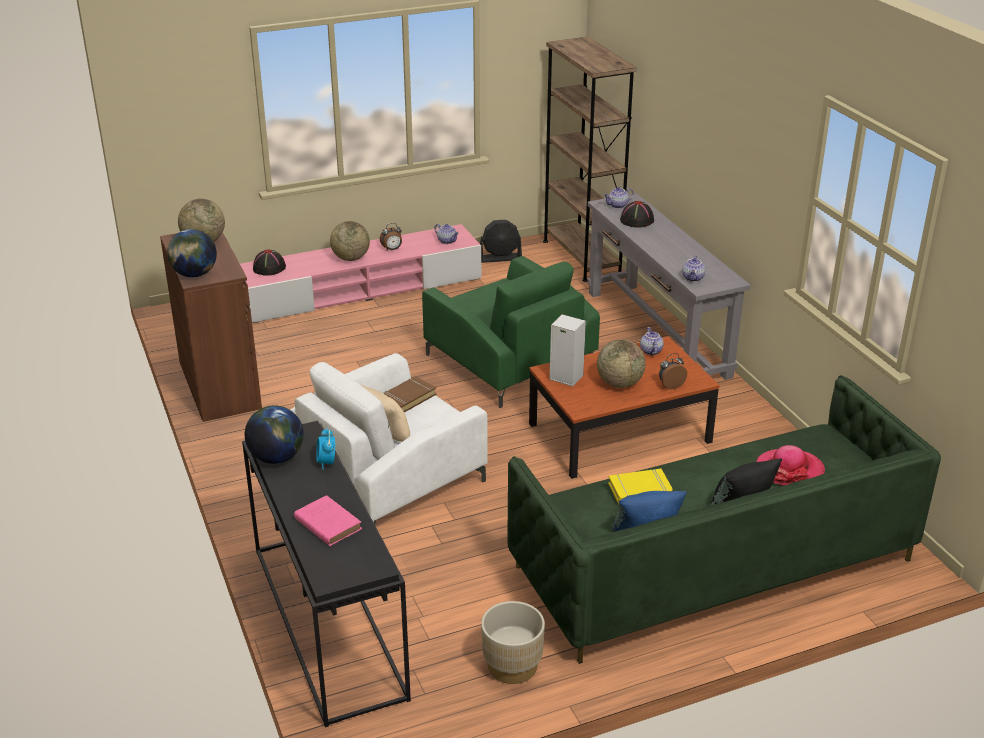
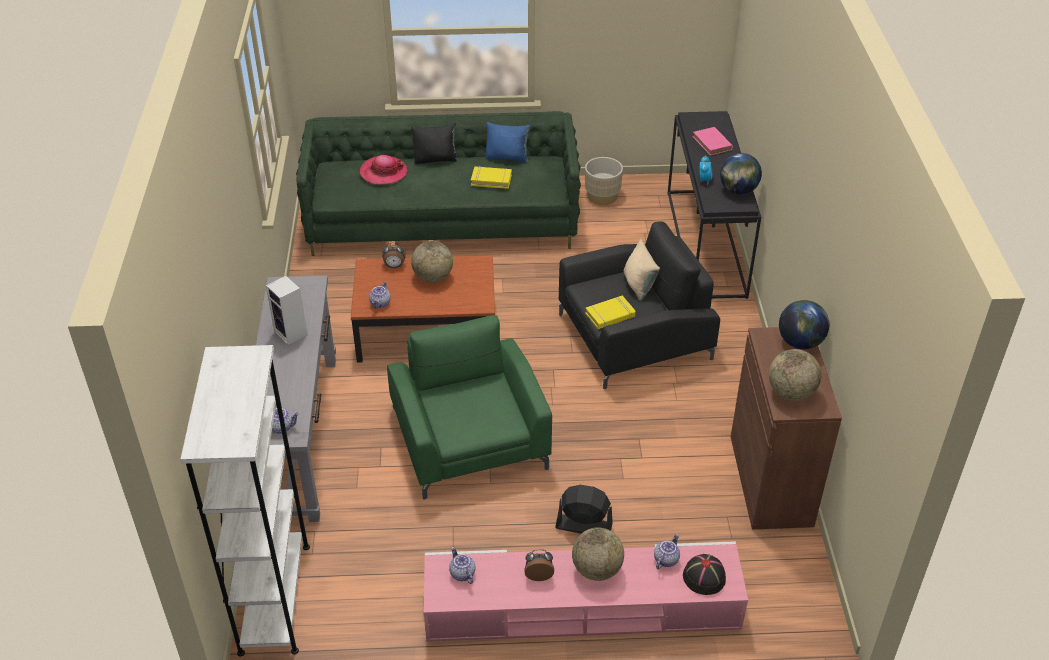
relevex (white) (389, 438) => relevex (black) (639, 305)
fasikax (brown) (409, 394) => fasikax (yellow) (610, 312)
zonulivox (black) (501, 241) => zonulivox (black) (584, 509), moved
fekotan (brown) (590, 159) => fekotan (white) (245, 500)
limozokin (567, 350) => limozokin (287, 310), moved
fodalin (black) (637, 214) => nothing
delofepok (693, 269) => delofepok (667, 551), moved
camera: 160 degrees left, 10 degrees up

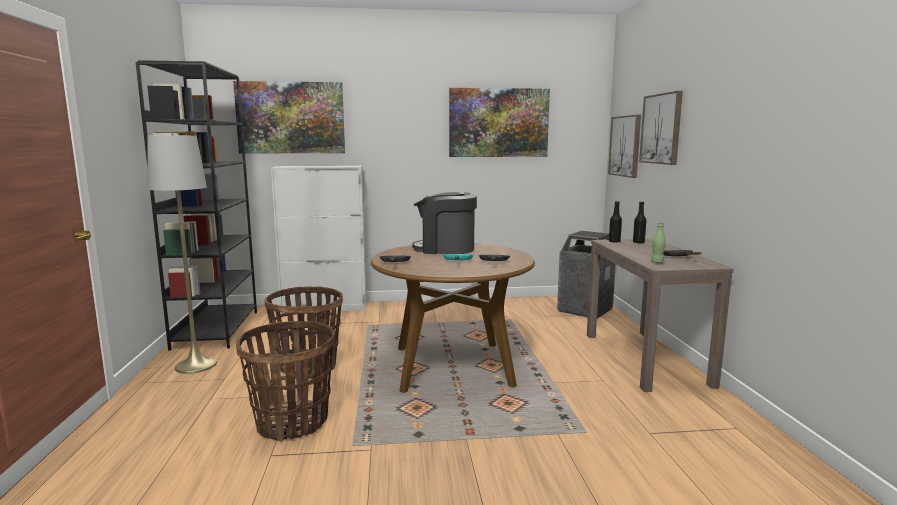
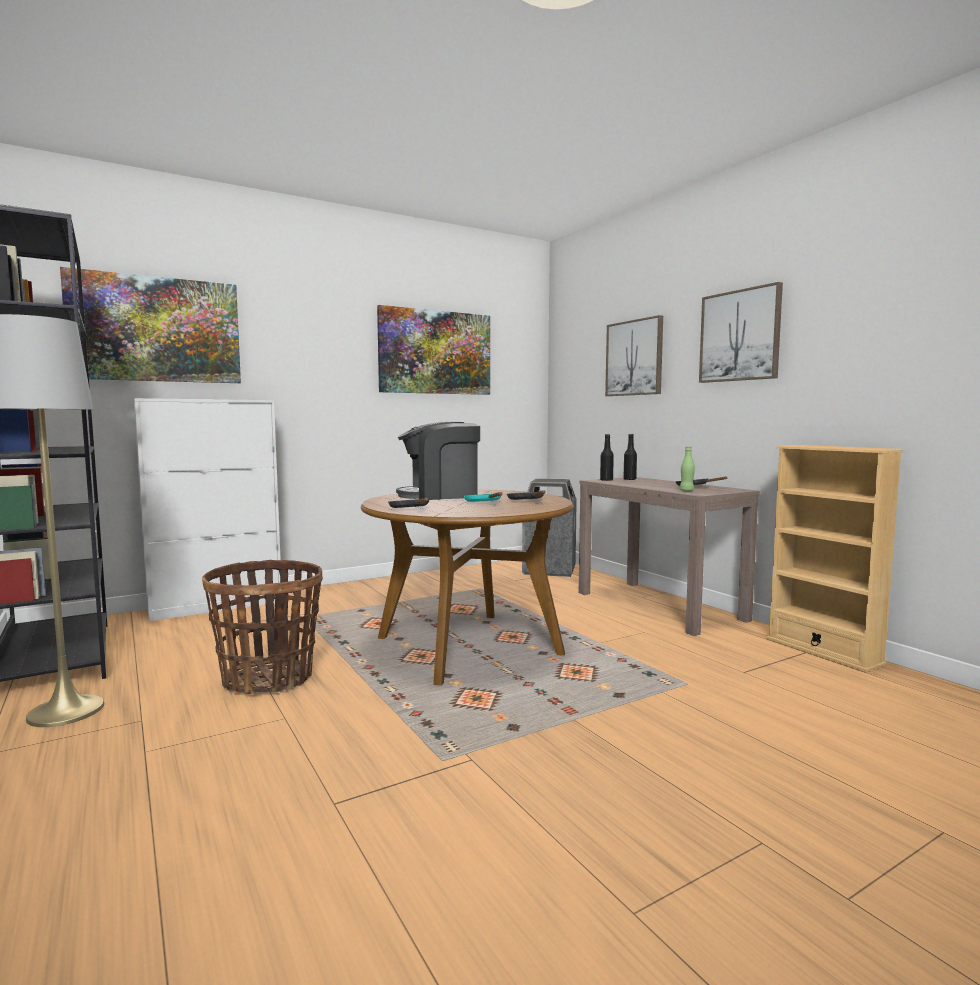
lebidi (285, 381) => nothing
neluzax (624, 146) => neluzax (741, 332), moved
nothing => fekotan (beige) (834, 559)
camera: 25 degrees left, 5 degrees down

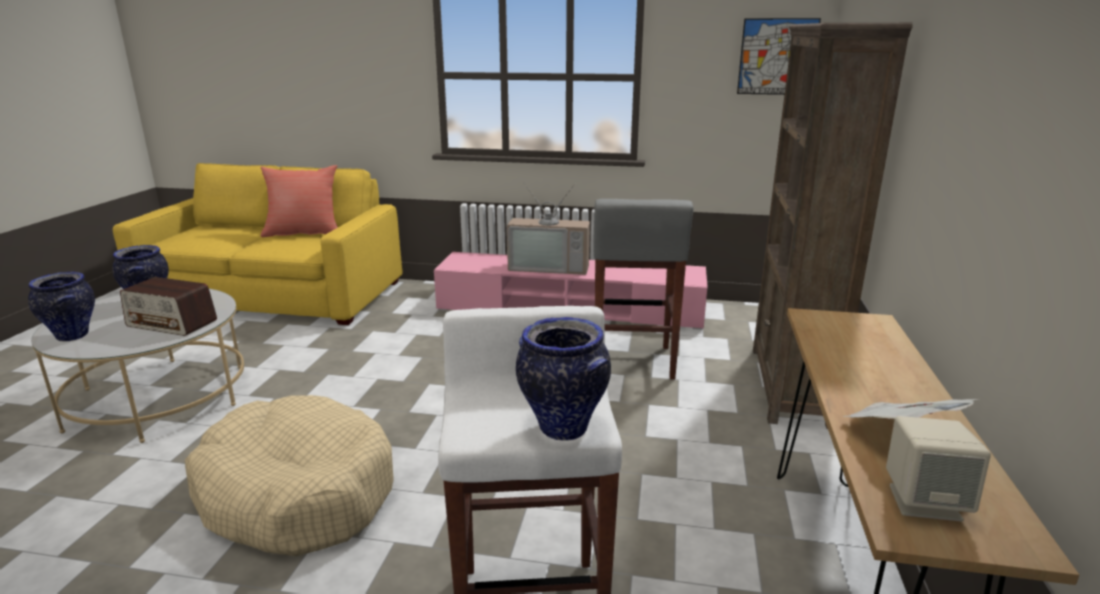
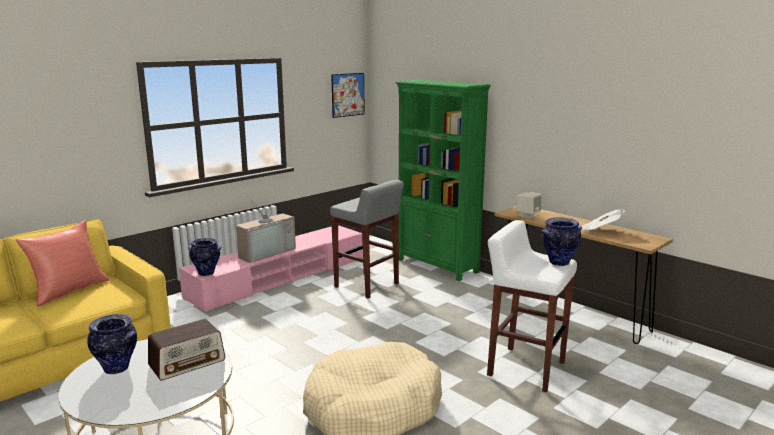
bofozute (61, 306) => bofozute (205, 257), moved
fekotan (brown) (833, 226) => fekotan (green) (443, 180)
limozokin (beige) (938, 469) => limozokin (beige) (528, 205), moved
camera: 55 degrees left, 5 degrees down

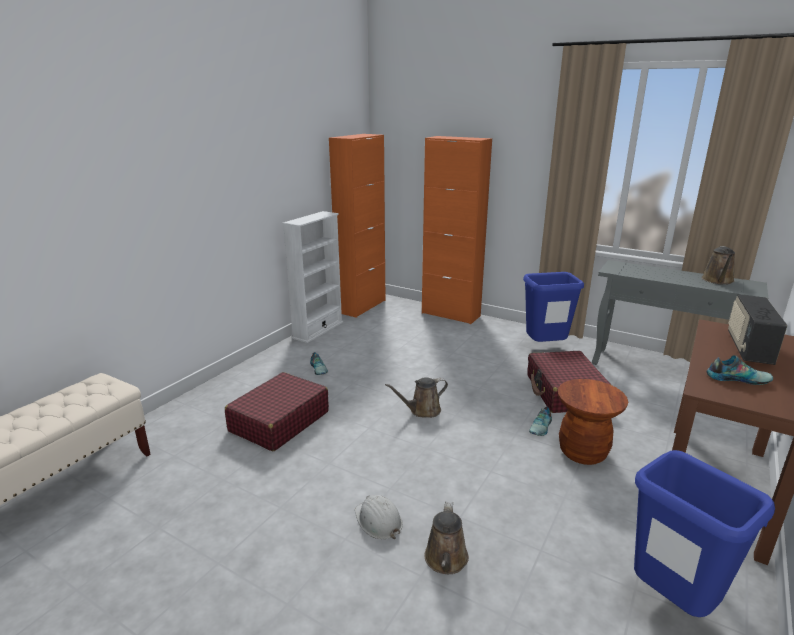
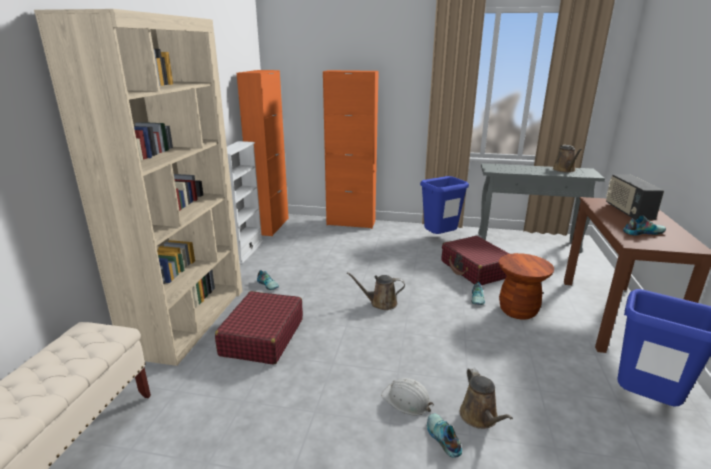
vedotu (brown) (416, 397) => vedotu (brown) (376, 291), 45 degrees clockwise
nothing => fekotan (beige) (138, 187)
nothing => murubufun (444, 436)
camera: 20 degrees left, 0 degrees up

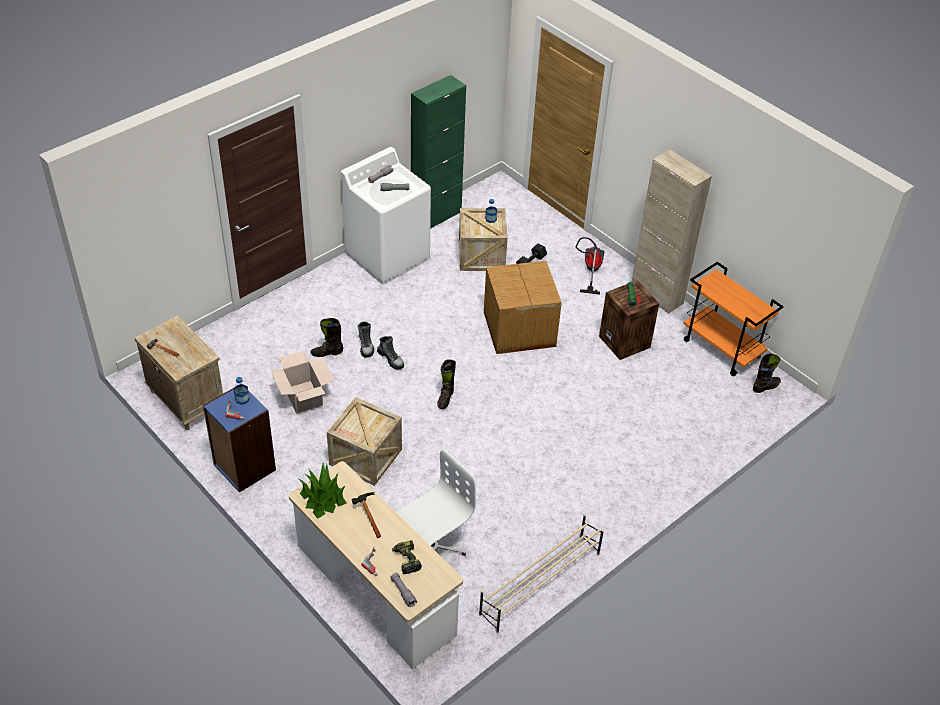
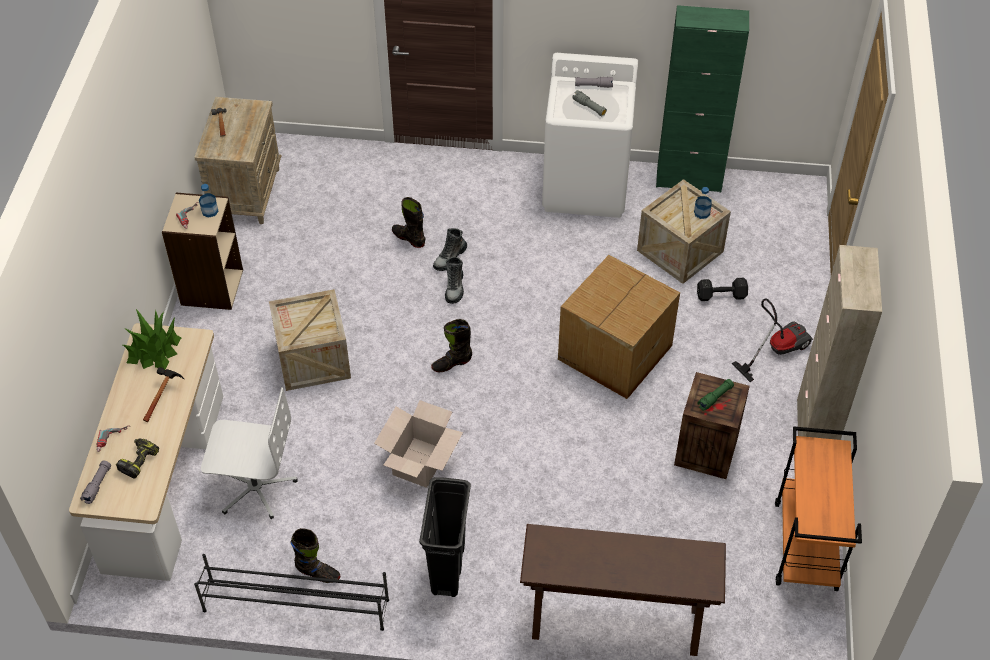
fekotan (blue) (239, 438) => fekotan (beige) (202, 251)
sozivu (302, 382) => sozivu (418, 444), moved
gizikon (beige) (541, 573) => gizikon (black) (291, 592)
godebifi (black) (767, 373) => godebifi (black) (315, 555), moved
nothing => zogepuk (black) (445, 537)
nothing => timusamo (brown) (623, 590)
camera: 50 degrees right, 5 degrees up

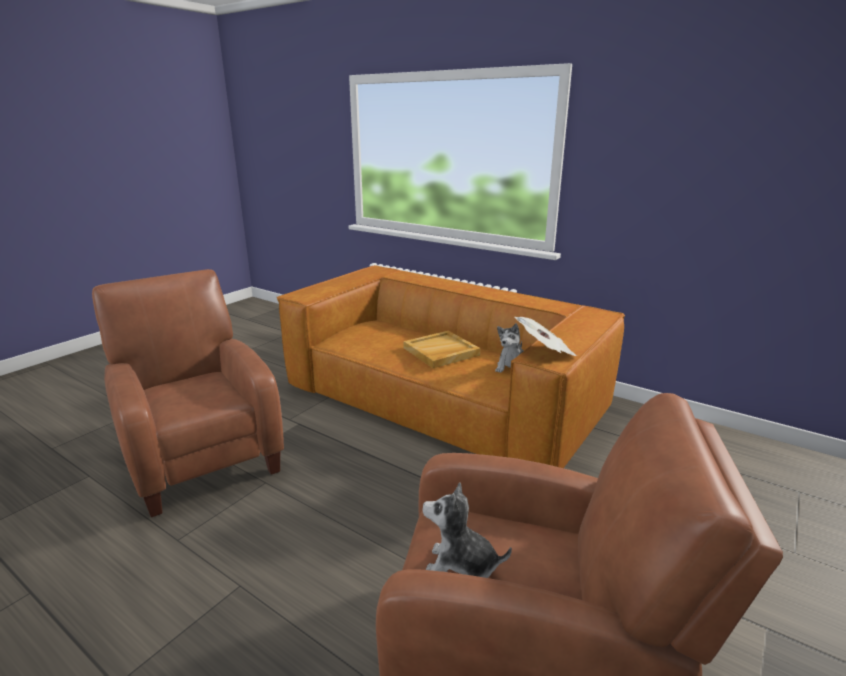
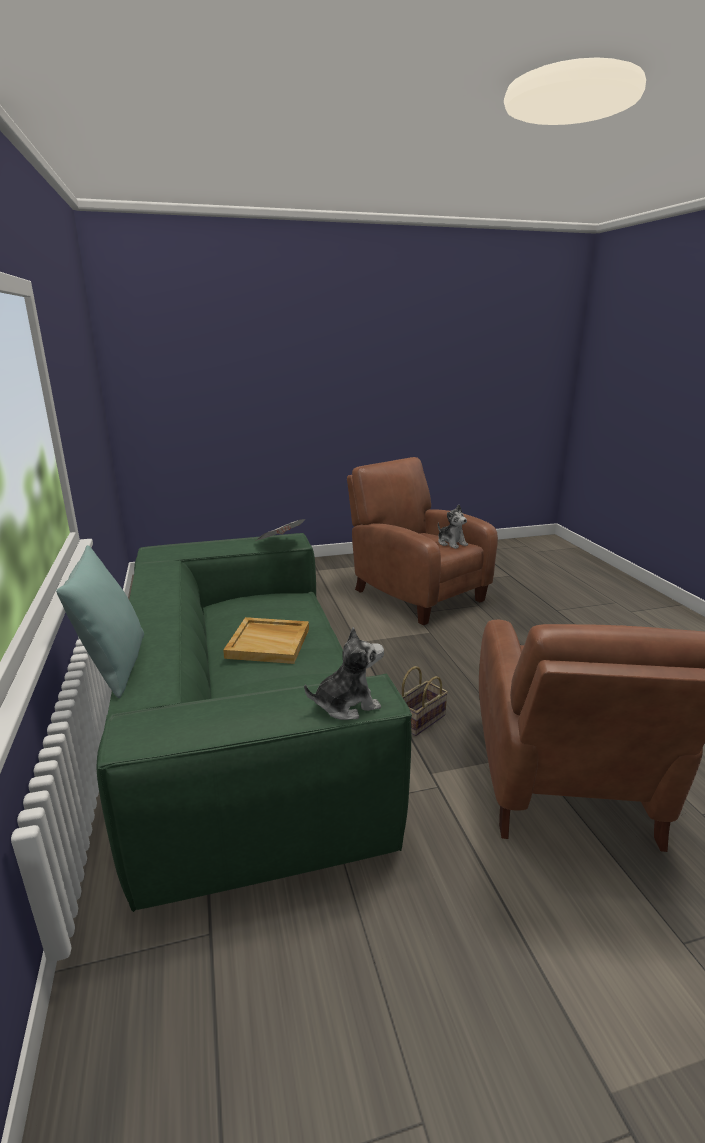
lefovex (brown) (451, 366) => lefovex (green) (254, 722)
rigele (509, 348) => rigele (344, 673), moved
nothing => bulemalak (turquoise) (100, 621)
nothing => lebidi (425, 701)
camera: 140 degrees left, 0 degrees up

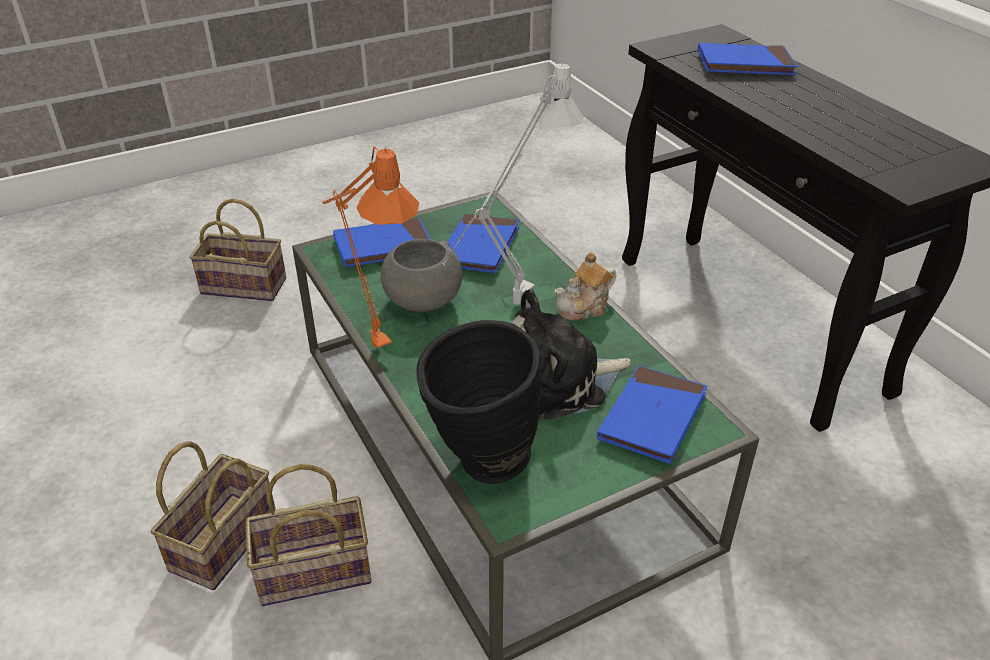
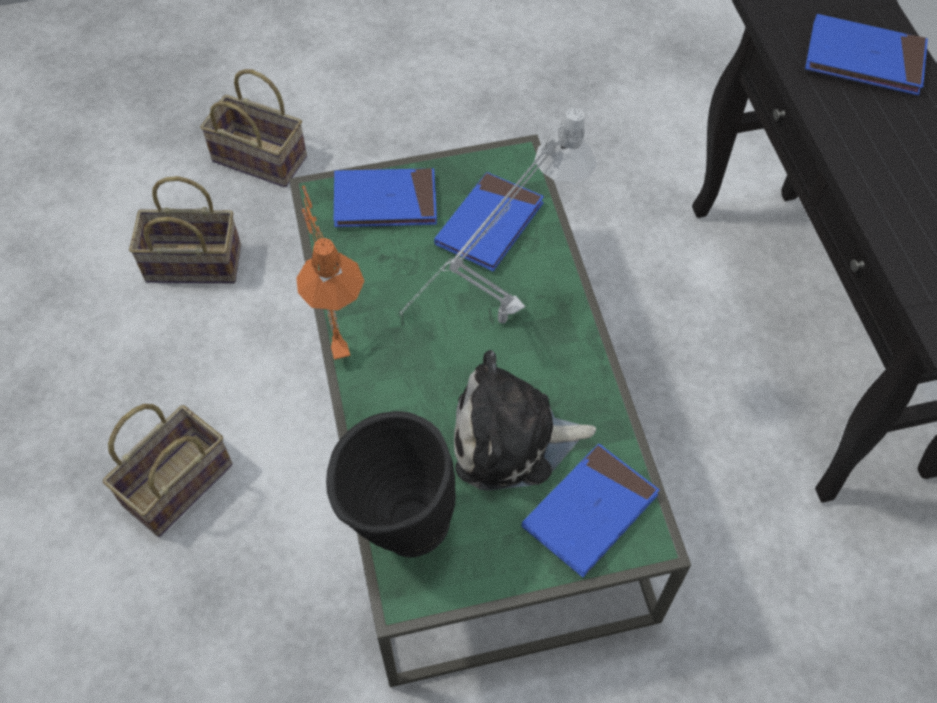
lebidi (308, 535) => lebidi (185, 229), moved
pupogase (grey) (421, 275) => nothing
delofepok (585, 286) => nothing
camera: 15 degrees right, 20 degrees up

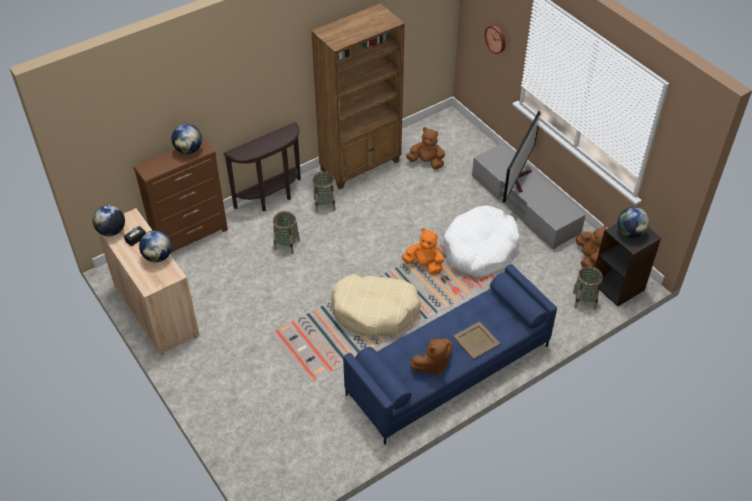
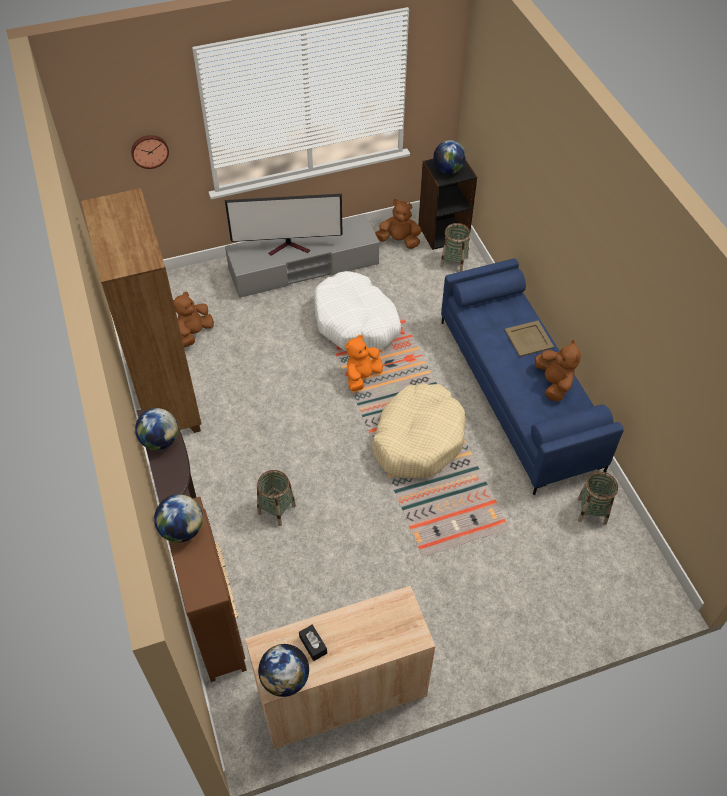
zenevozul (155, 246) => zenevozul (156, 429), moved
lebidi (324, 192) => lebidi (598, 498), moved
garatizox (522, 157) => garatizox (283, 225), 135 degrees clockwise
camera: 75 degrees left, 5 degrees up

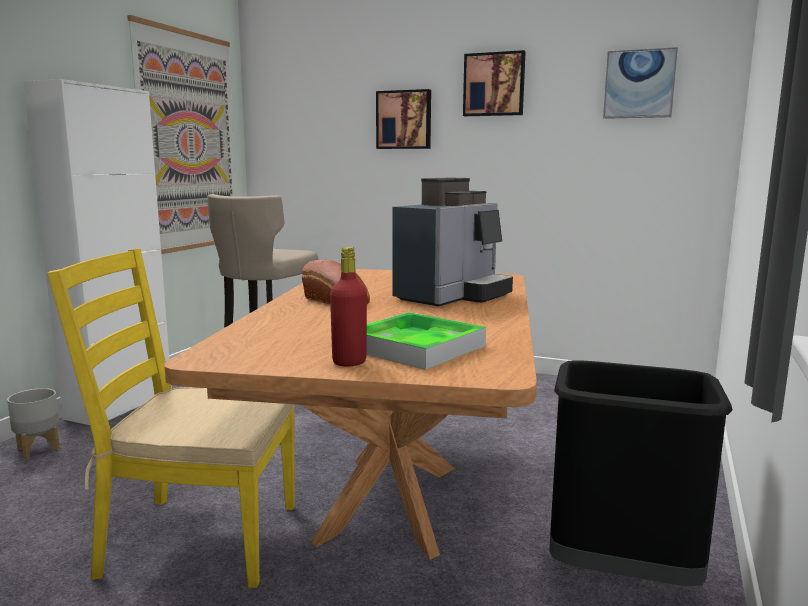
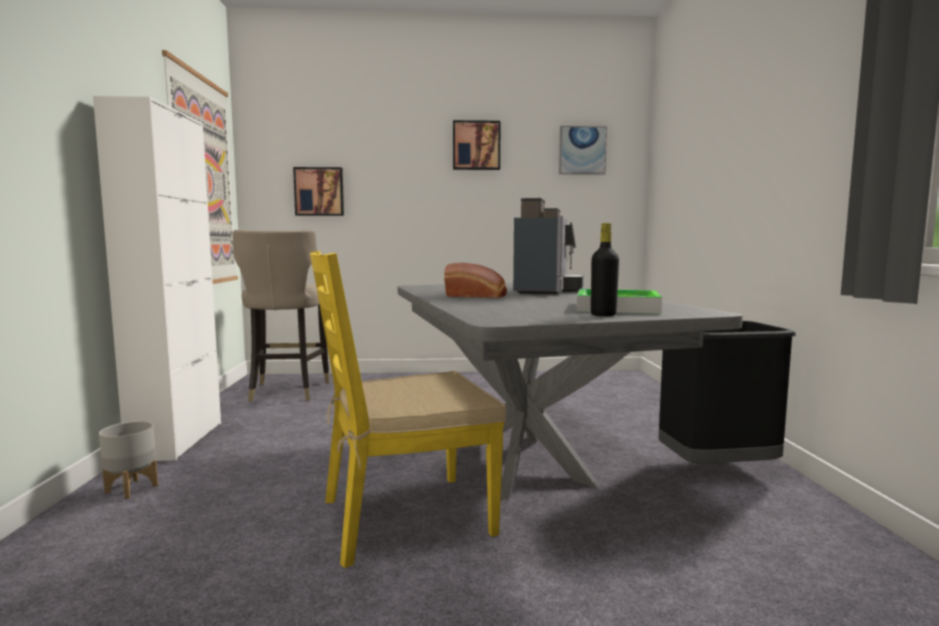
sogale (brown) (350, 414) => sogale (grey) (570, 391)
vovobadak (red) (348, 306) => vovobadak (black) (605, 270)
neluzax (403, 119) => neluzax (318, 191), moved
camera: 25 degrees left, 5 degrees down

